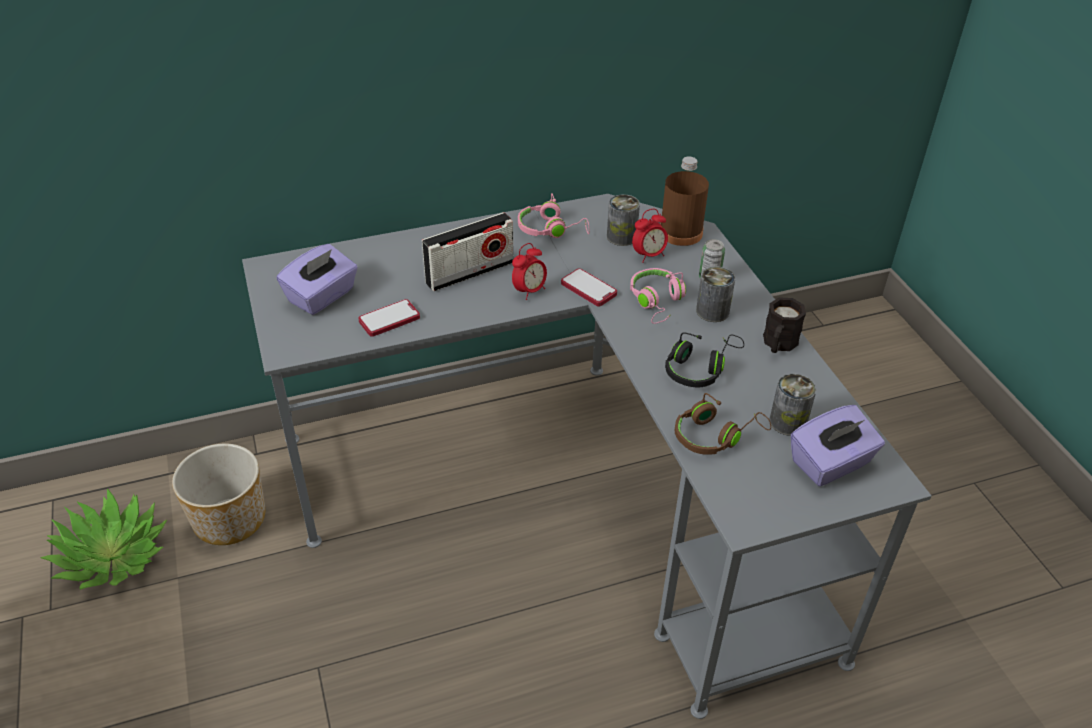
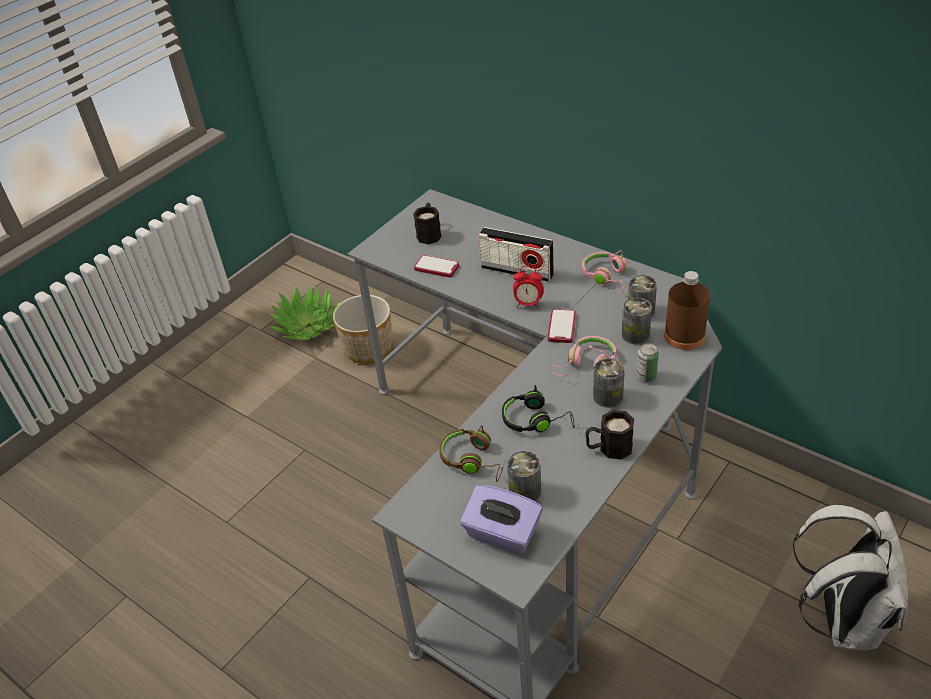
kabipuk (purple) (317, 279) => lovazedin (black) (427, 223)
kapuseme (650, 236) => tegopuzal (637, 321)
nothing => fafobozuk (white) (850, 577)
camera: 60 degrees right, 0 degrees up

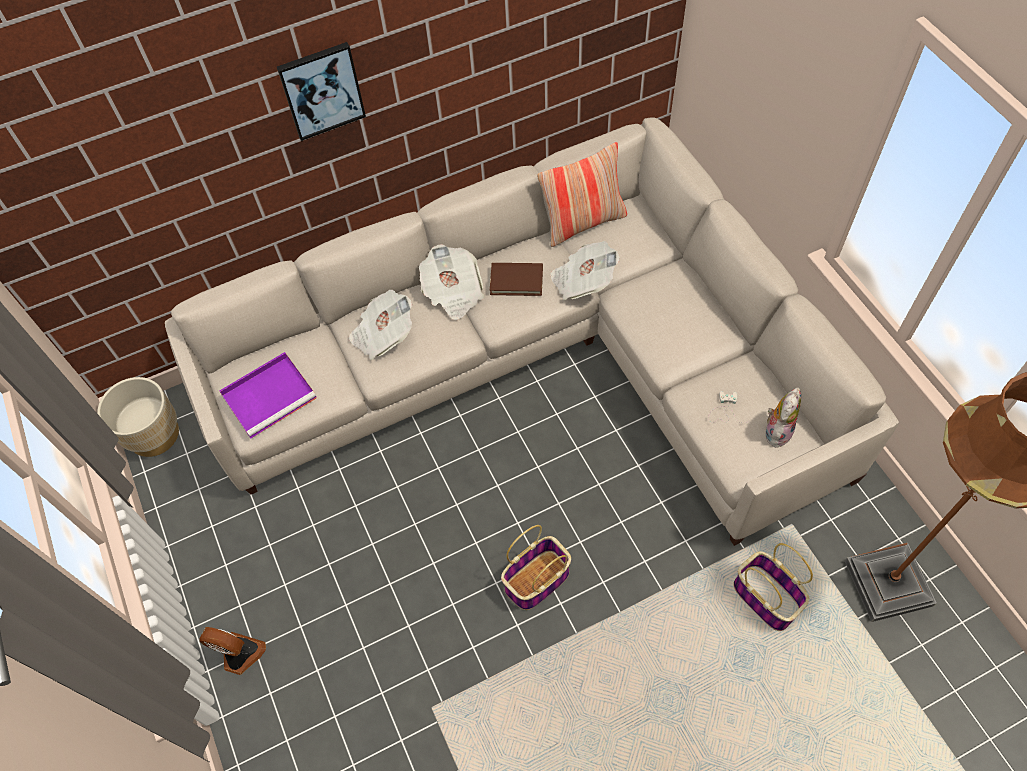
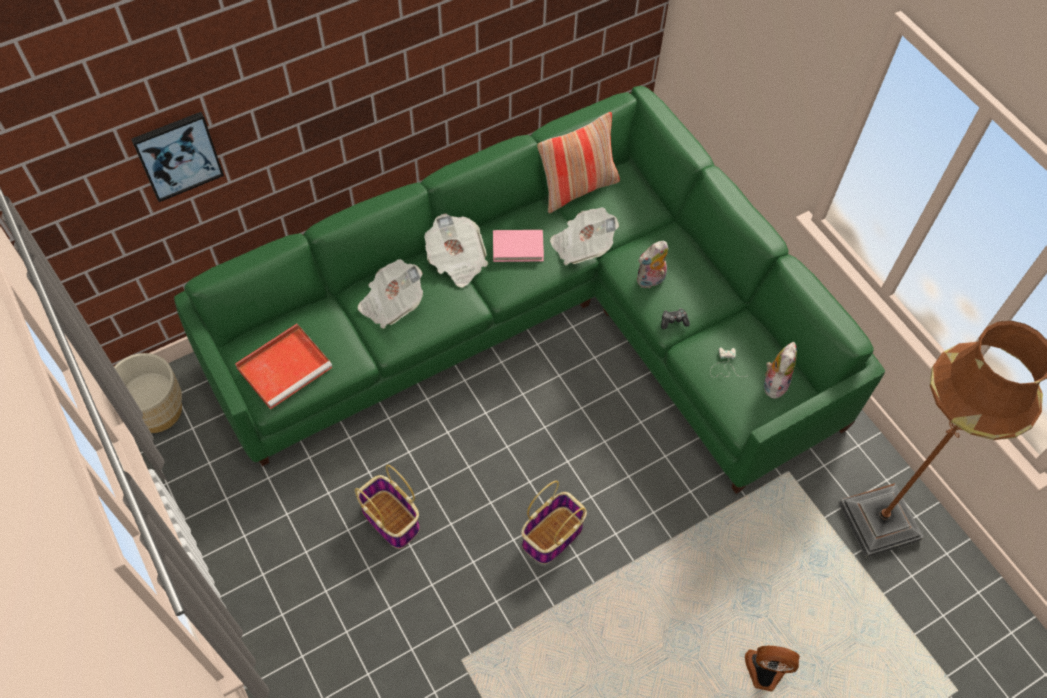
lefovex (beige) (532, 331) => lefovex (green) (529, 290)
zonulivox (233, 651) => zonulivox (772, 669), moved
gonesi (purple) (268, 395) => gonesi (red) (283, 367)
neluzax (321, 91) => neluzax (177, 157), moved
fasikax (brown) (516, 279) => fasikax (pink) (518, 246)
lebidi (773, 587) => lebidi (387, 507), moved
nothing => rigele (653, 264)
nothing => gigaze (675, 319)
camera: 10 degrees left, 0 degrees up

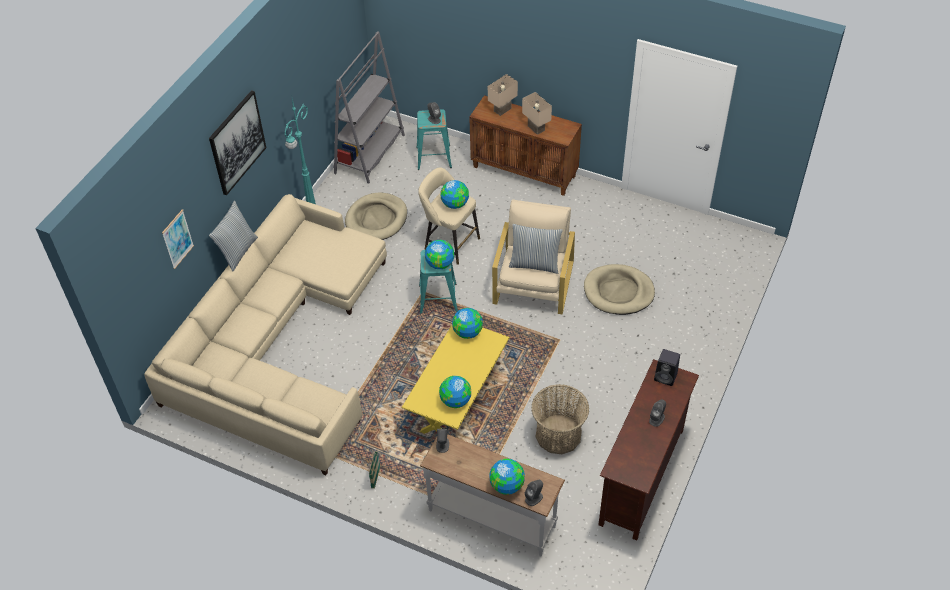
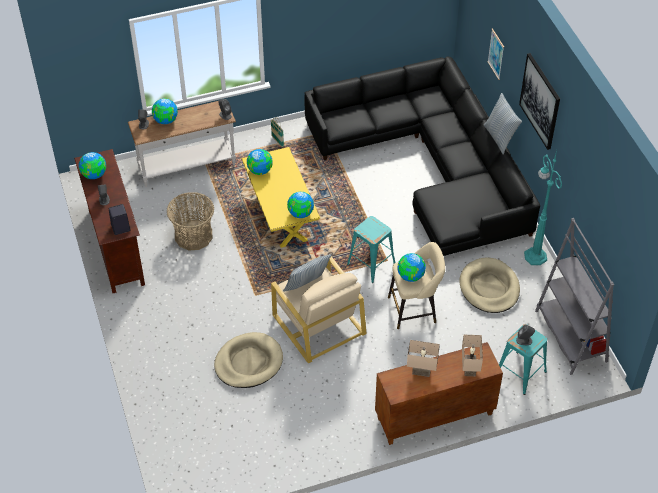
lefovex (beige) (265, 334) => lefovex (black) (422, 156)
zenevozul (439, 254) => zenevozul (92, 165), moved
camera: 135 degrees right, 0 degrees up

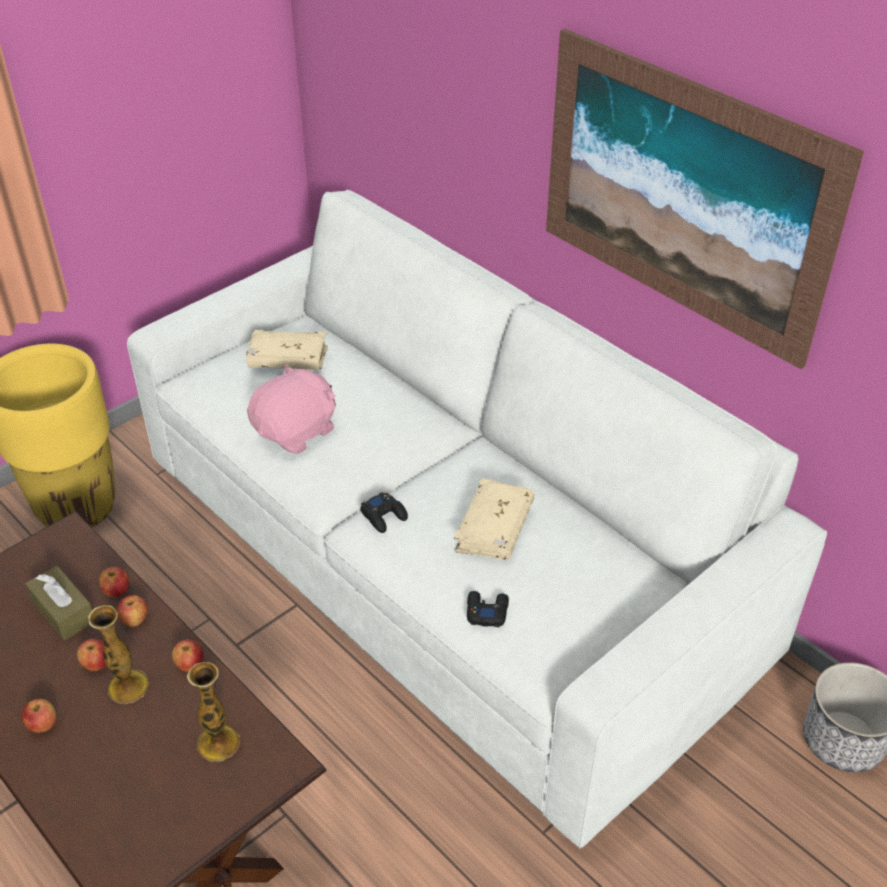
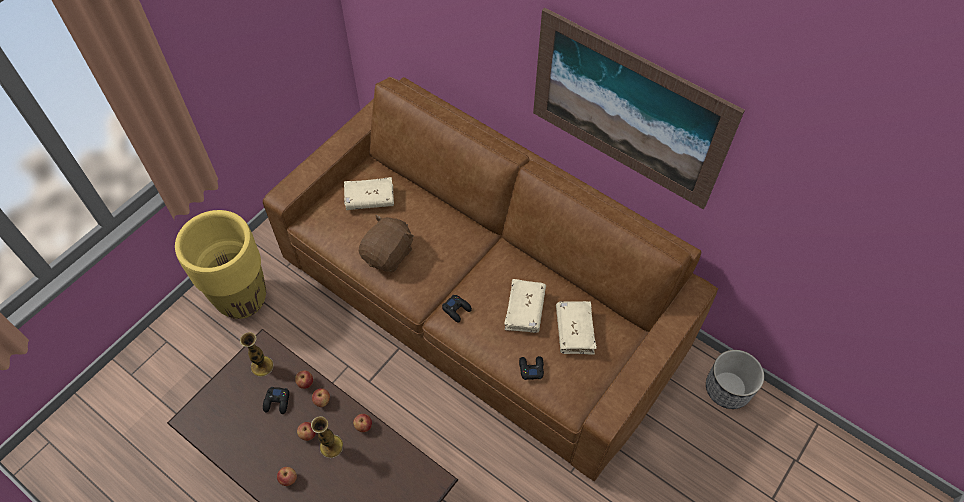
kabipuk (brown) (58, 603) => gigaze (black) (276, 400)
lefovex (white) (477, 519) => lefovex (brown) (490, 279)
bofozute (213, 712) => bofozute (257, 354), moved
rigele (pink) (291, 409) => rigele (brown) (386, 243)
nothing => fasikax (beige) (576, 328)
camera: 10 degrees left, 15 degrees up

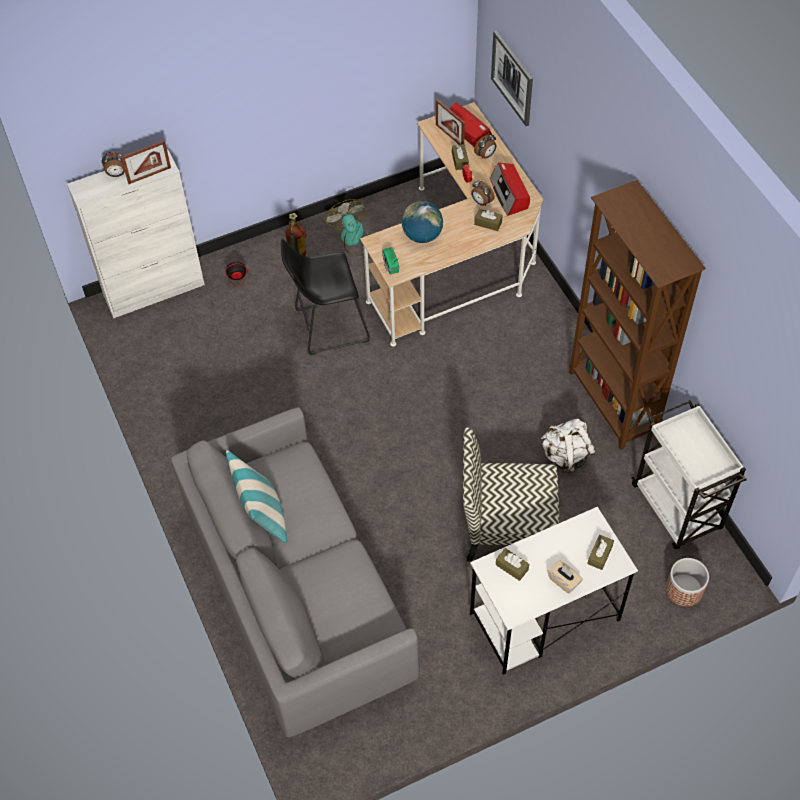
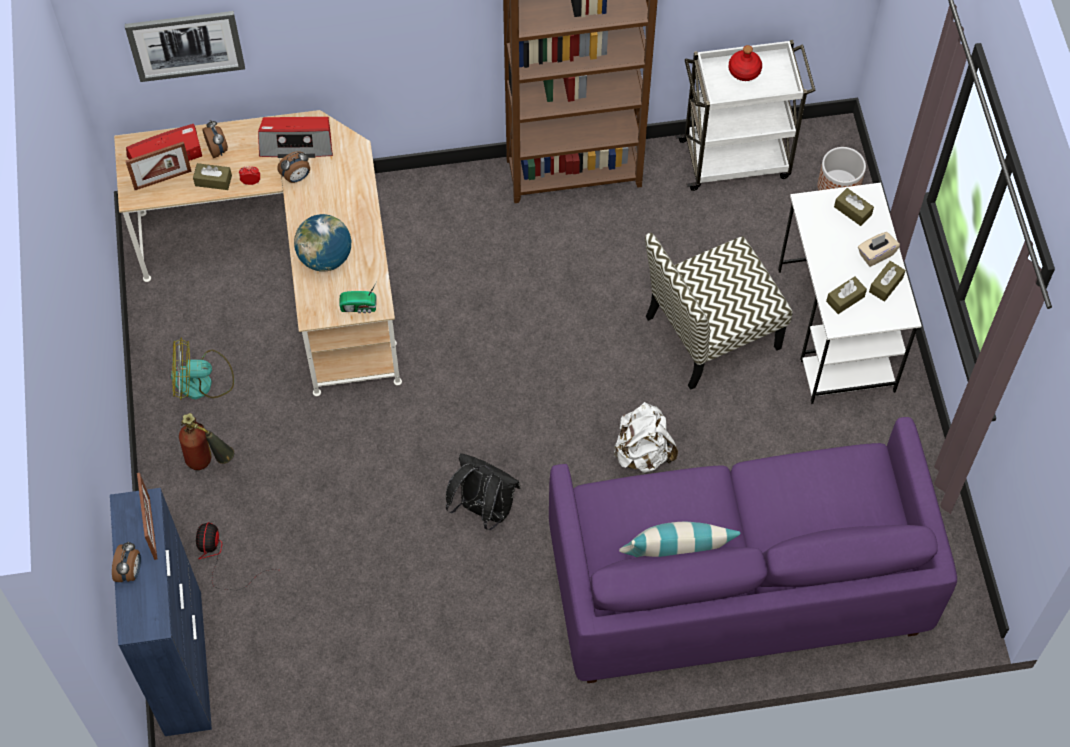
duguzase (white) (136, 234) => duguzase (blue) (161, 612)
lefovex (grey) (295, 572) => lefovex (purple) (753, 550)
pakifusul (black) (325, 297) => nothing
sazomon (511, 494) => sazomon (719, 311), 45 degrees clockwise
kabipuk (brown) (488, 219) => kabipuk (brown) (887, 281), moved
fafobozuk (white) (568, 445) => fafobozuk (white) (645, 437), moved
nothing => fafobozuk (black) (483, 491)
nothing => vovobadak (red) (745, 63)
camera: 75 degrees left, 5 degrees up

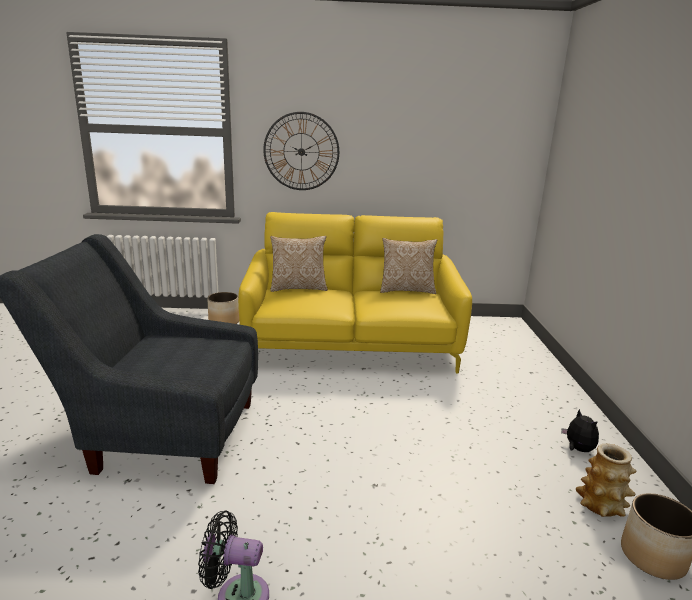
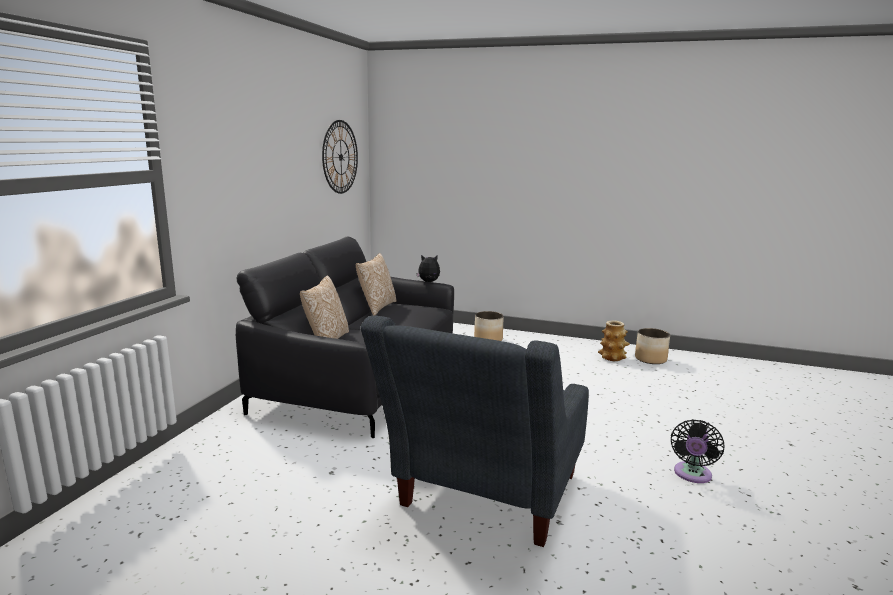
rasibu (223, 308) => rasibu (489, 326), moved
lefovex (yellow) (355, 293) => lefovex (black) (345, 337)
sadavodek (301, 151) => sadavodek (340, 157), moved
rigele (580, 430) => rigele (428, 268), moved
camera: 70 degrees left, 5 degrees down

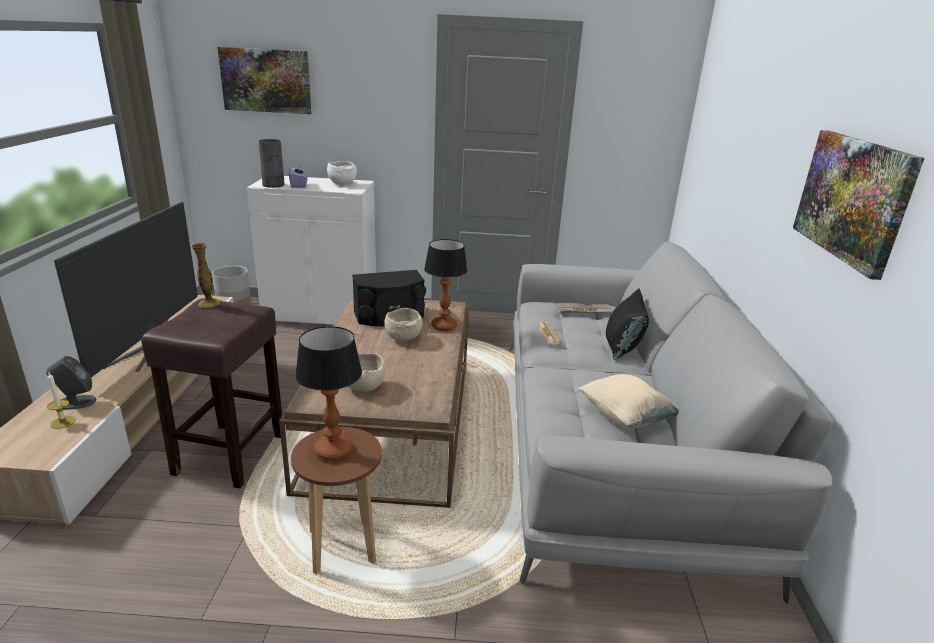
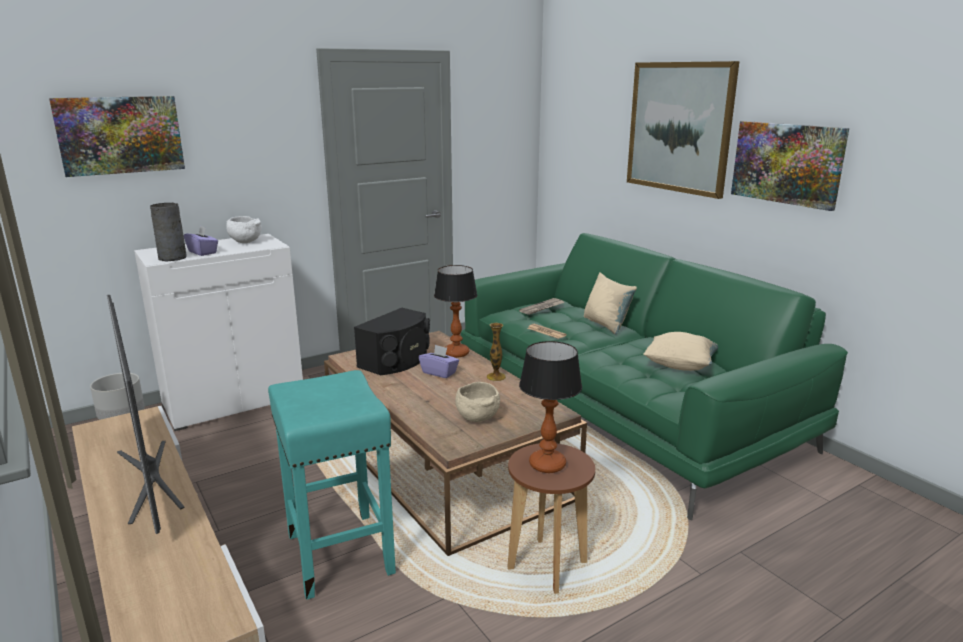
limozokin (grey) (71, 383) => nothing
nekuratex (61, 401) => nothing
pakifusul (brown) (211, 393) => pakifusul (turquoise) (332, 485)
bofozute (206, 275) => bofozute (496, 352), moved
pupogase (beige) (403, 324) => kabipuk (purple) (439, 361)
lefovex (grey) (671, 423) => lefovex (green) (654, 376)
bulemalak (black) (627, 324) => bulemalak (beige) (610, 303)
nothing => neluzax (683, 130)
camera: 35 degrees left, 5 degrees down

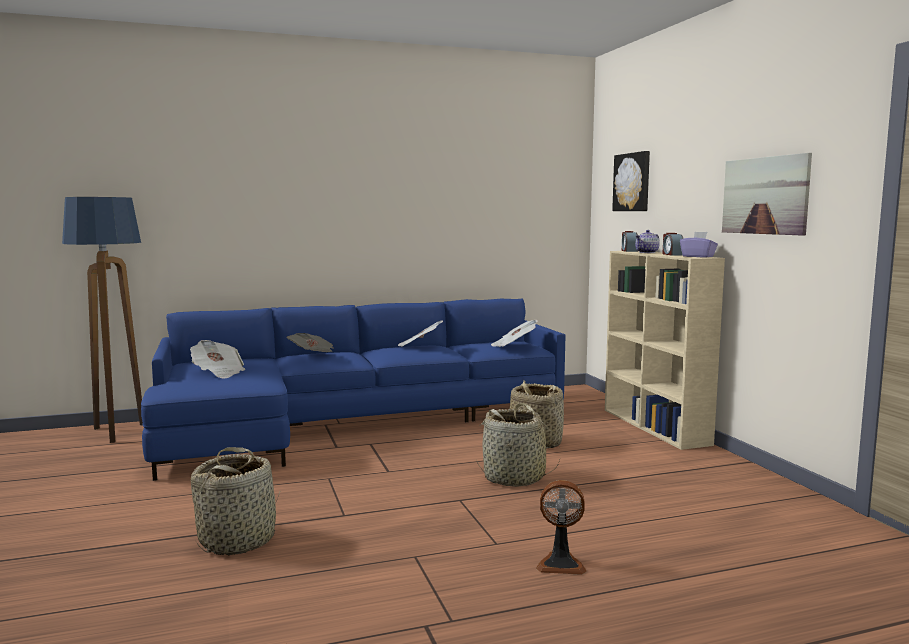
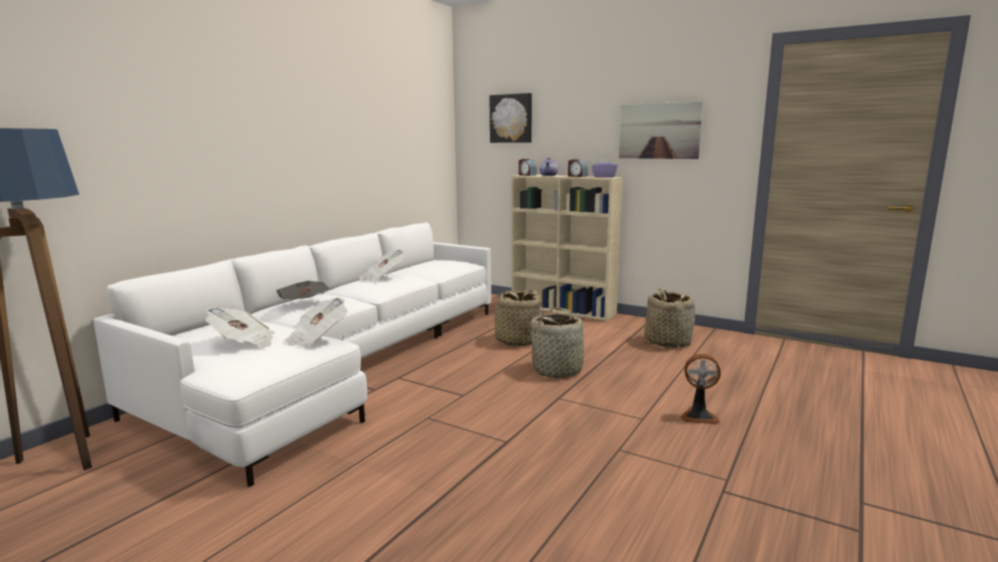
lefovex (blue) (353, 389) => lefovex (white) (292, 354)
lebidi (235, 501) => lebidi (669, 318), moved
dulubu (514, 333) => dulubu (315, 322), moved
zonulivox (561, 527) => zonulivox (700, 389), 45 degrees clockwise
camera: 40 degrees left, 5 degrees up

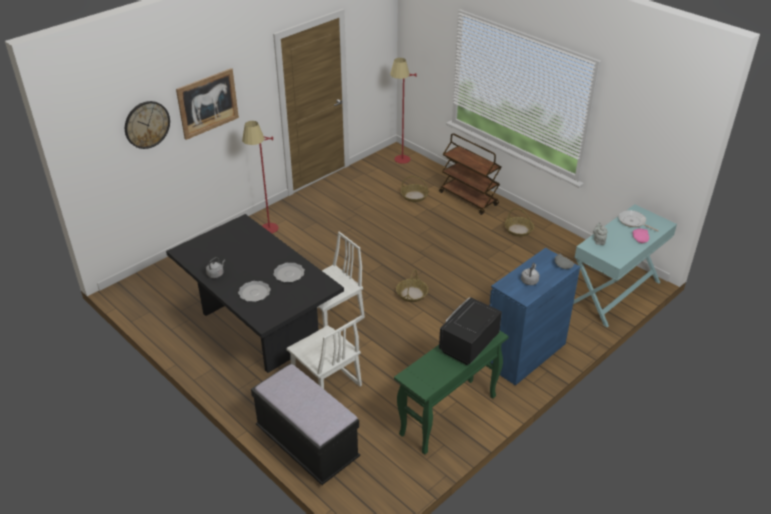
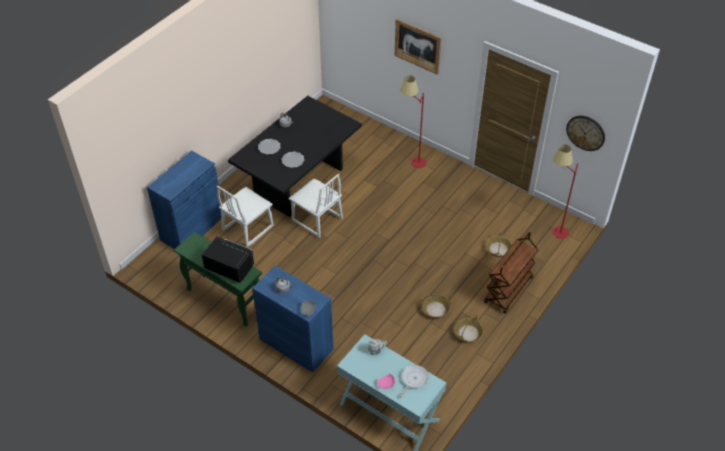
sadavodek (147, 125) => sadavodek (585, 133), moved
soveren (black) (305, 424) => duguzase (blue) (184, 199)
lebidi (412, 286) => lebidi (436, 306), moved
camera: 80 degrees right, 10 degrees up

